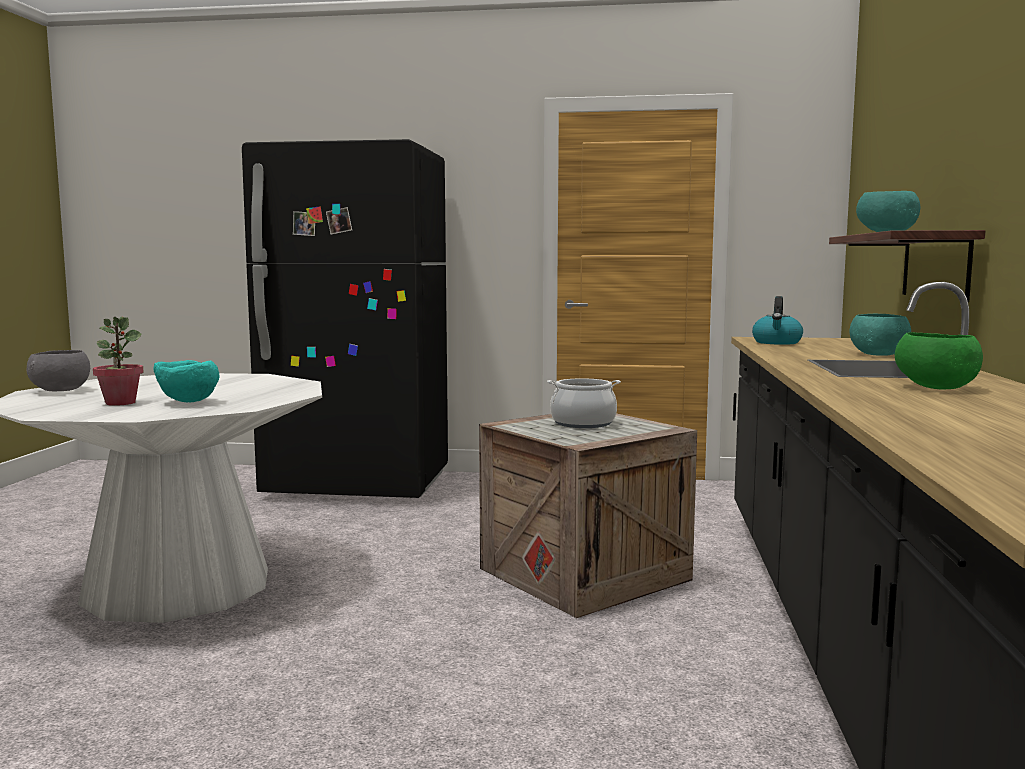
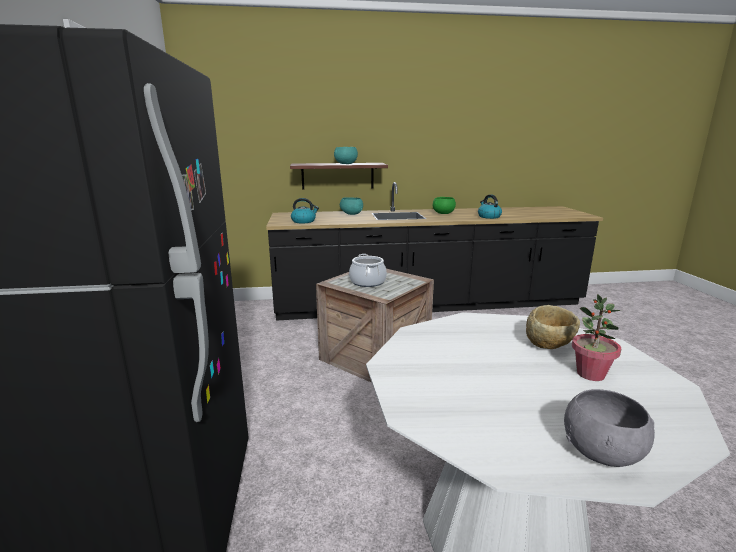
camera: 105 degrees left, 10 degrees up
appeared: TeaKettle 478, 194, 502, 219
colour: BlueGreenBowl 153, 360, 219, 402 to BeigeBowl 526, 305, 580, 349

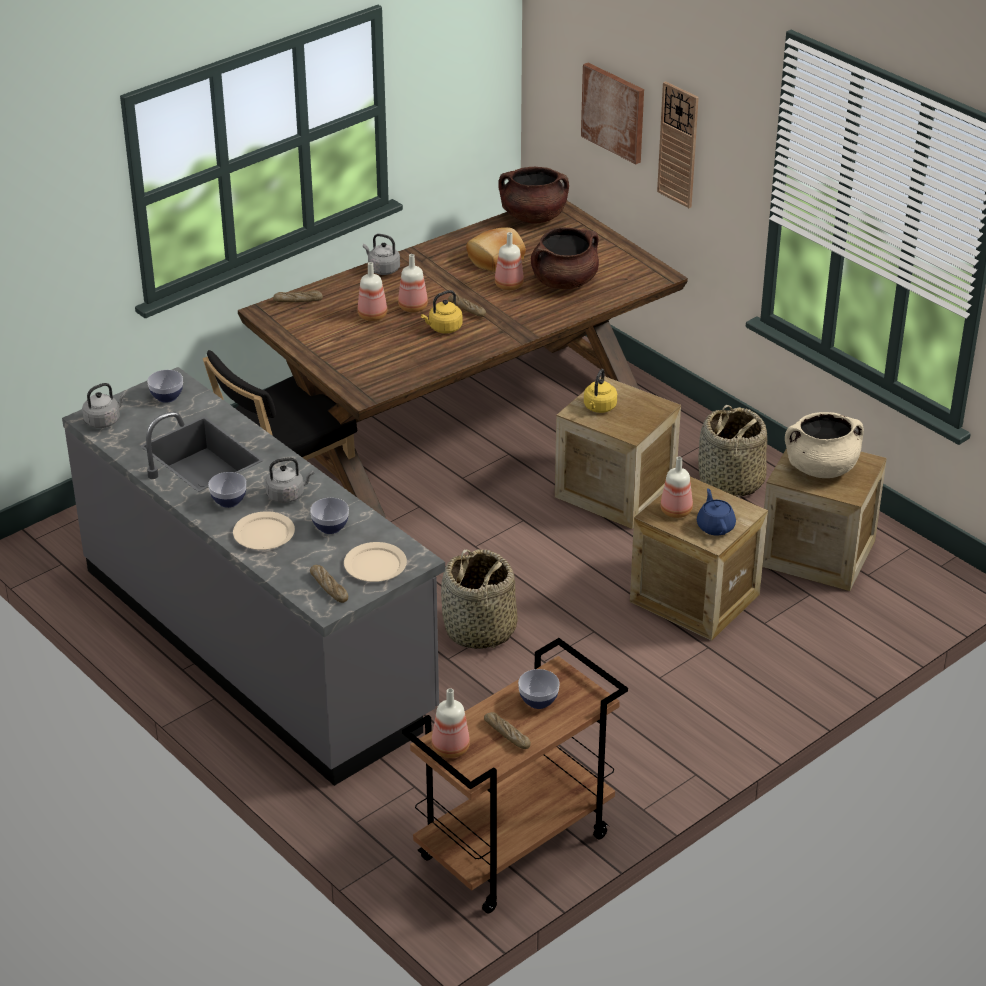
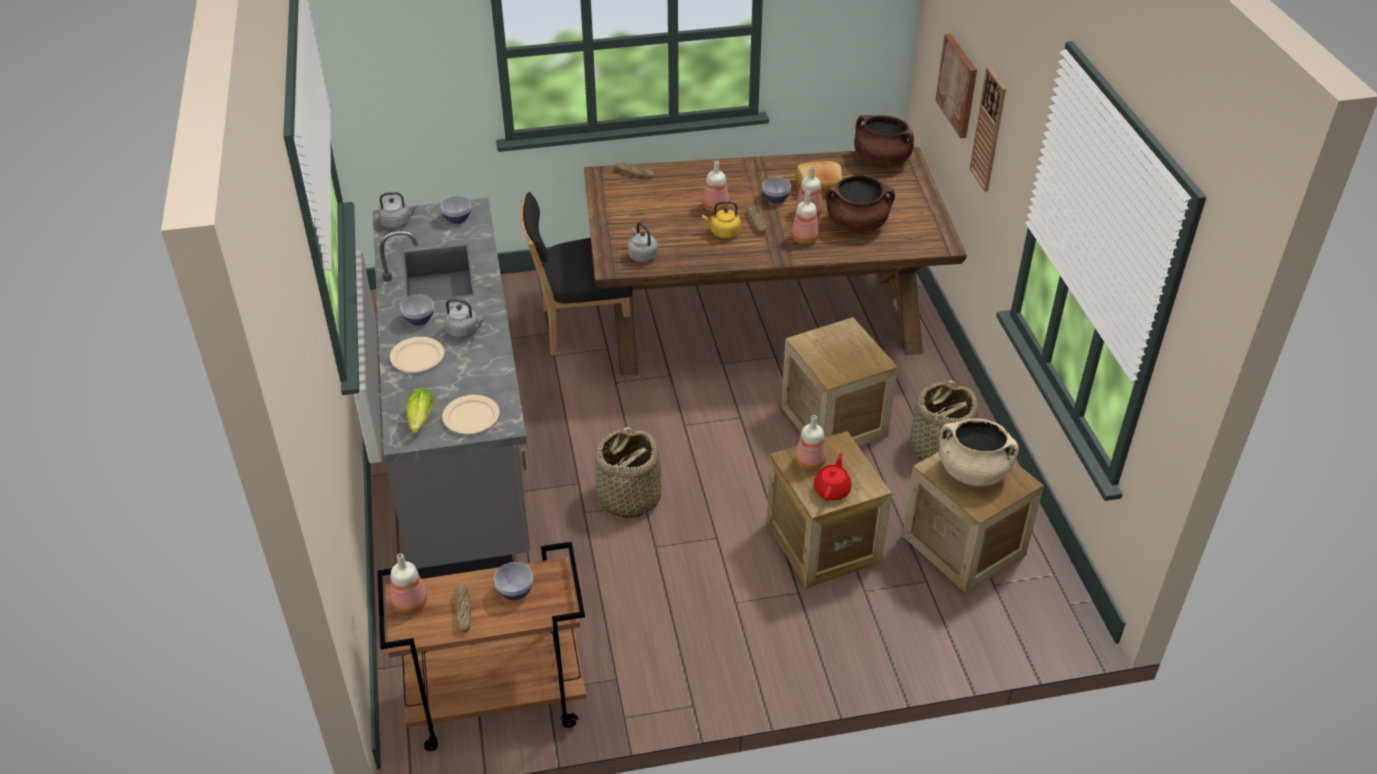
camera: 30 degrees right, 5 degrees up
missing: YellowTeaKettle 584, 369, 617, 413
relocated: Bowl 310, 498, 349, 534 to 762, 177, 791, 204; BeverageBottle 358, 262, 387, 321 to 792, 191, 819, 244; GrayTeaKettle 363, 234, 400, 275 to 628, 222, 658, 262
exchanged: BakedBread 310, 565, 348, 603 to HeadOfLettuce 406, 388, 434, 433
colour: BlueTeaPot 697, 488, 736, 535 to RedColouredTeaPot 814, 453, 851, 501

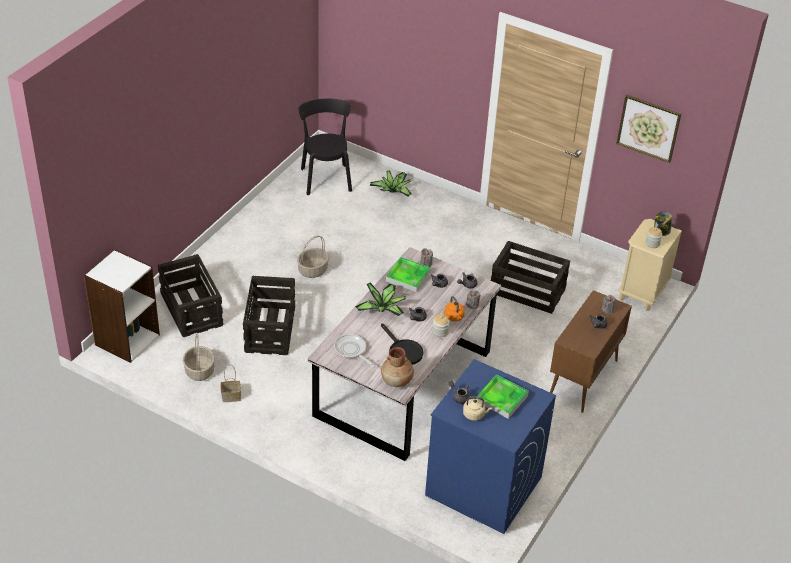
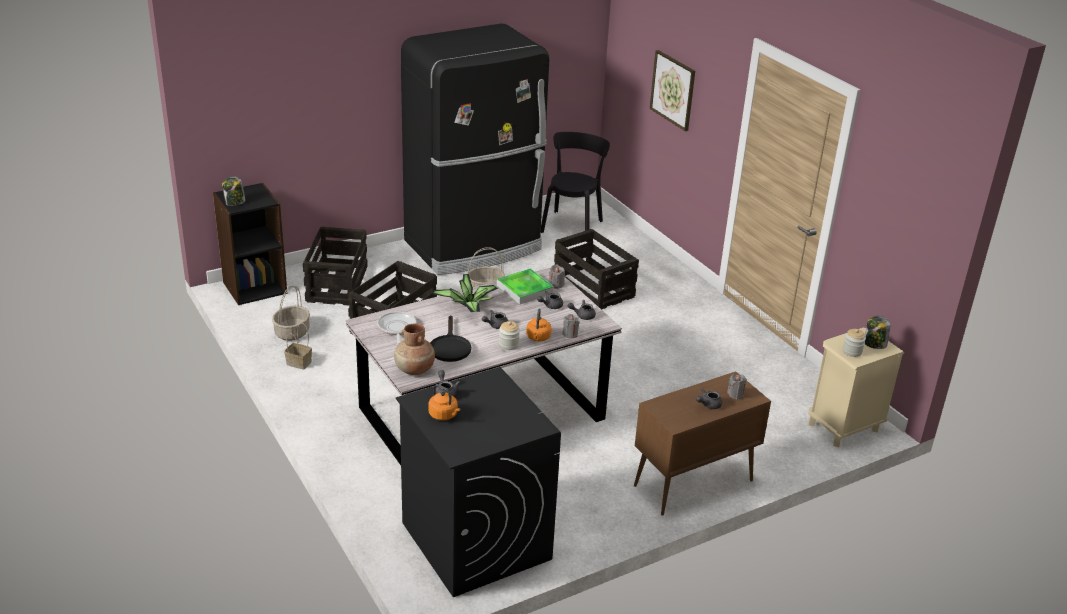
camera: 30 degrees right, 10 degrees down
missing: PlantInAPot 370, 171, 412, 196; Tray 476, 374, 529, 419
appeared: Jar 222, 176, 245, 206; BlackishKitchenFridge 401, 24, 549, 275
relocated: Crate 491, 241, 570, 314 to 554, 229, 639, 310; WallArt 616, 95, 682, 163 to 650, 50, 695, 131
colour: WhitishBookcase 84, 249, 160, 363 to BlackishBookcase 213, 183, 287, 305; BlueLaundryAppliance 425, 359, 556, 534 to BlackishLaundryAppliance 396, 367, 561, 597; BeigeTeaKettle 463, 396, 492, 421 to OrangeTeaKettle 428, 384, 460, 421

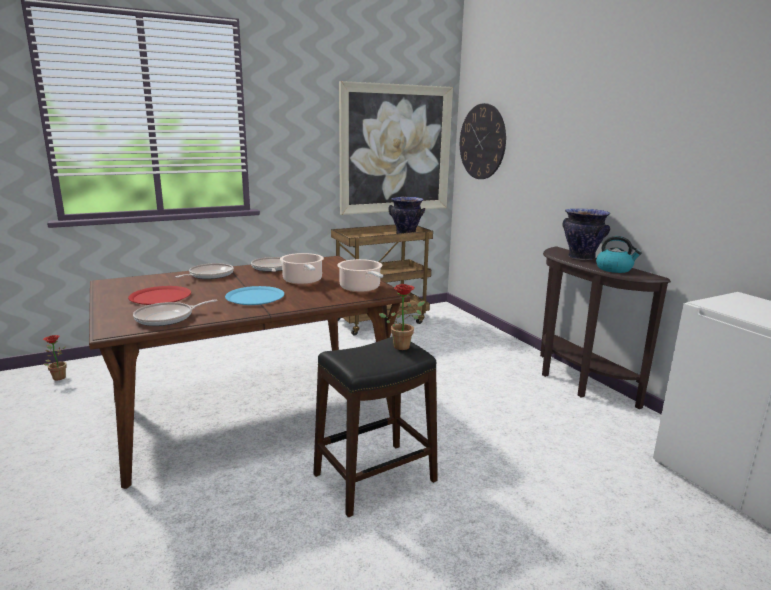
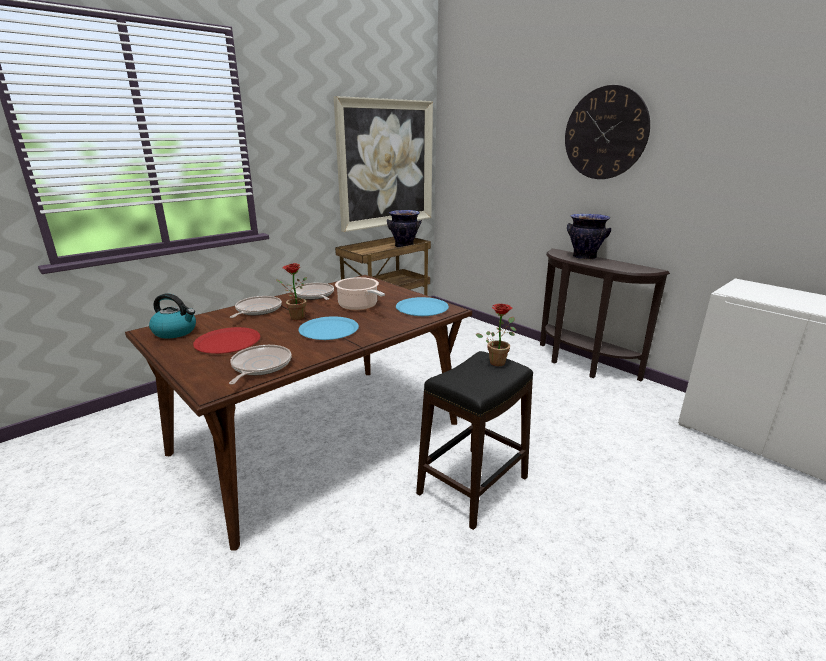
camera: 15 degrees left, 5 degrees up
relocated: PlantInAPot 43, 335, 67, 381 to 276, 263, 307, 320; WallClock 460, 103, 506, 179 to 565, 85, 650, 179; TeaKettle 596, 236, 642, 273 to 149, 294, 196, 339
exchanged: Saucepot 337, 259, 383, 292 to BlueDinnerPlate 396, 297, 449, 316
spun: Skillet 133, 299, 218, 326 = 229, 345, 292, 385 150 degrees clockwise

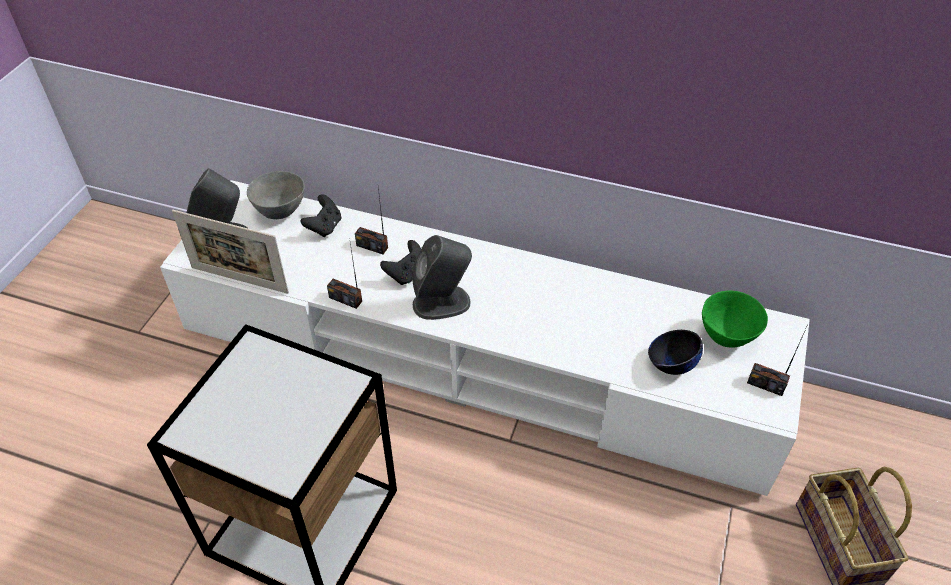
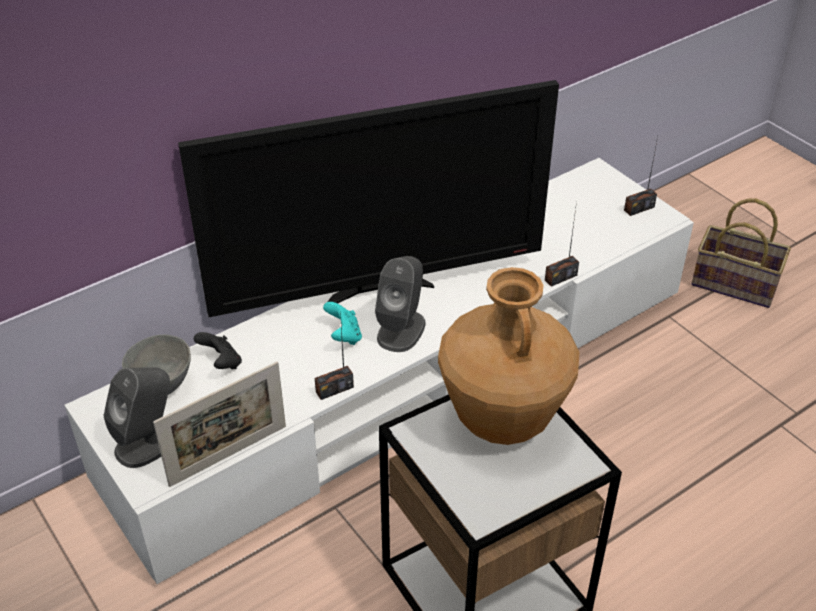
camera: 55 degrees left, 5 degrees down
missing: BlackishBowl 648, 330, 703, 375; GreenBowl 702, 290, 768, 348
appeared: Television 178, 80, 559, 317; BrownishFlowerVase 438, 267, 580, 445
relocated: RadioSet 355, 188, 388, 254 to 545, 201, 579, 287
colour: BlackishGameController 380, 240, 421, 285 to BlueGreenGameController 323, 302, 362, 345

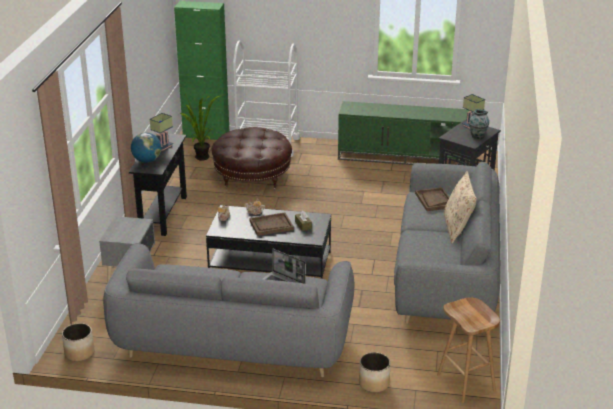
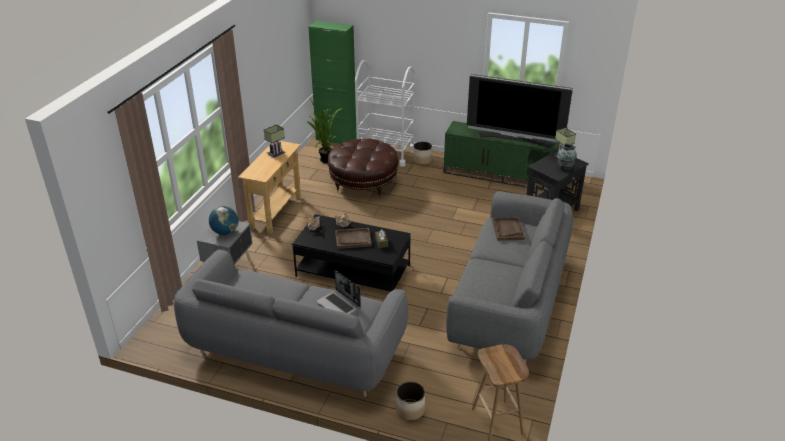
camera: 10 degrees right, 5 degrees up
missing: BeigeThrowPillow 444, 171, 477, 244
appeared: Television 467, 74, 573, 148
relocated: FlowerPot 62, 323, 94, 361 to 413, 142, 432, 165; Globe 131, 132, 161, 163 to 209, 206, 239, 235
colour: BlackishConsoleTable 129, 133, 187, 236 to BeigeConsoleTable 238, 141, 301, 234

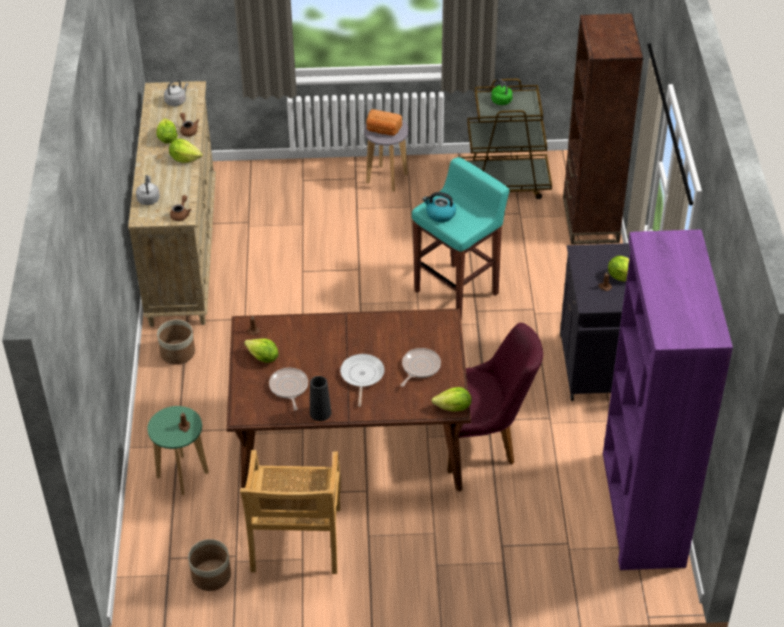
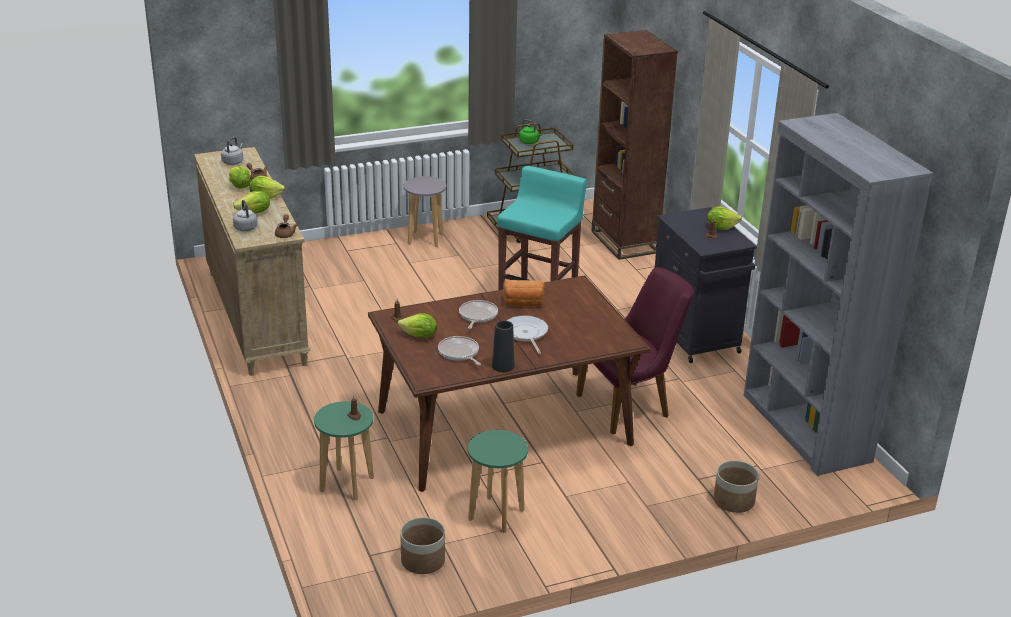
camera: 20 degrees left, 15 degrees down
missing: TeaKettle 422, 192, 456, 222
relocated: FlowerPot 157, 320, 195, 365 to 714, 460, 759, 513; BakedBread 366, 109, 402, 136 to 503, 280, 544, 306; Skillet 401, 348, 441, 387 to 459, 300, 498, 329; HeadOfLettuce 431, 387, 471, 412 to 233, 191, 270, 213
exchanged: BeigeChair 240, 450, 341, 574 to GreenStoolSeat 468, 430, 528, 533
colour: PurpleBookcase 603, 229, 733, 570 to GrayBookcase 744, 113, 933, 476

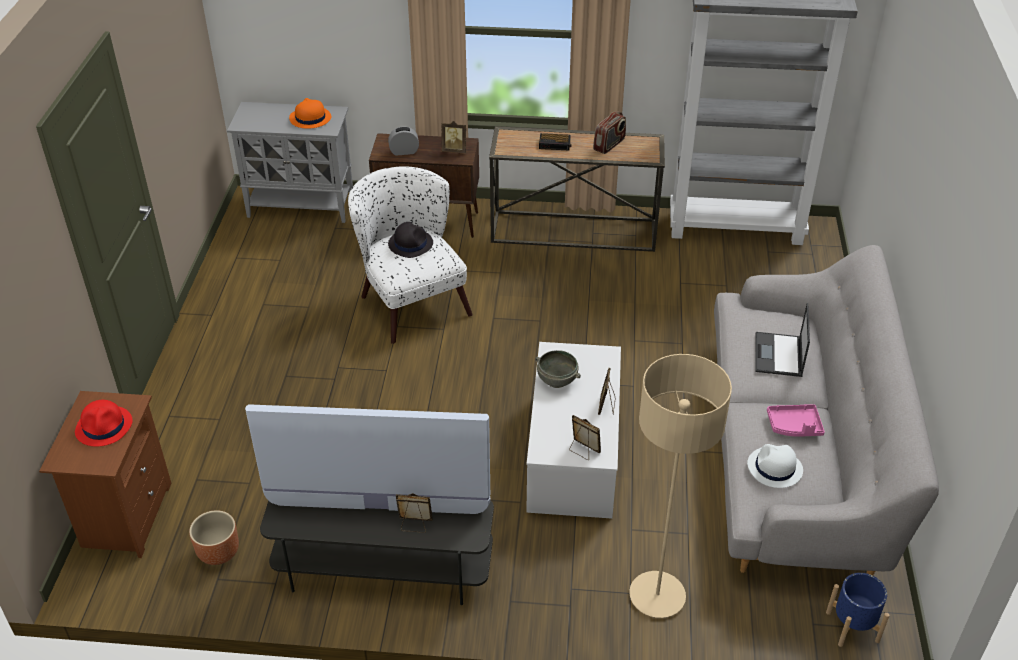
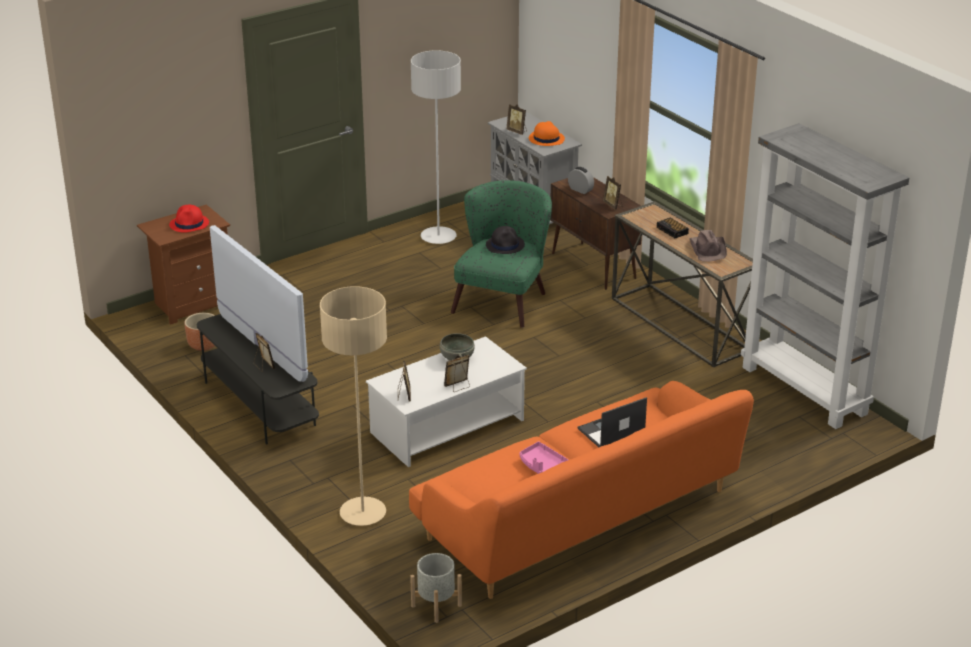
camera: 50 degrees right, 10 degrees down
missing: WhitishWearableHat 747, 444, 803, 488
appeared: GrayStandingLamp 411, 50, 461, 244; StandingFrame 506, 104, 527, 135
exchanged: RadioSet 593, 111, 626, 154 to BrownishWearableHat 689, 230, 727, 262
colour: WhitishLoungeChair 348, 166, 473, 344 to GreenLoungeChair 451, 180, 552, 328; GraySettee 714, 245, 939, 576 to OrangeSettee 409, 381, 754, 599; BlueFlowerPot 826, 573, 890, 647 to GrayFlowerPot 410, 553, 462, 623

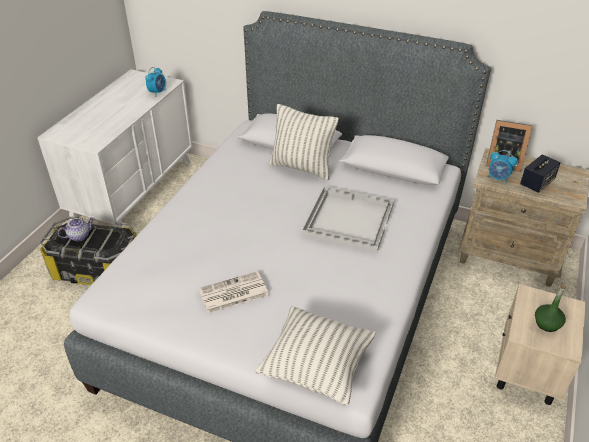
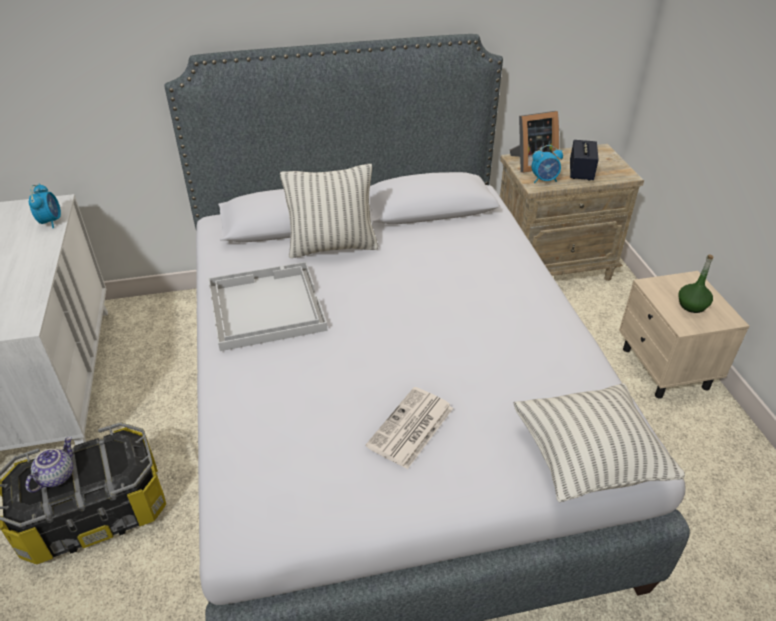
camera: 35 degrees left, 0 degrees up
relocated: WhitishTray 302, 186, 394, 253 to 208, 262, 328, 351

